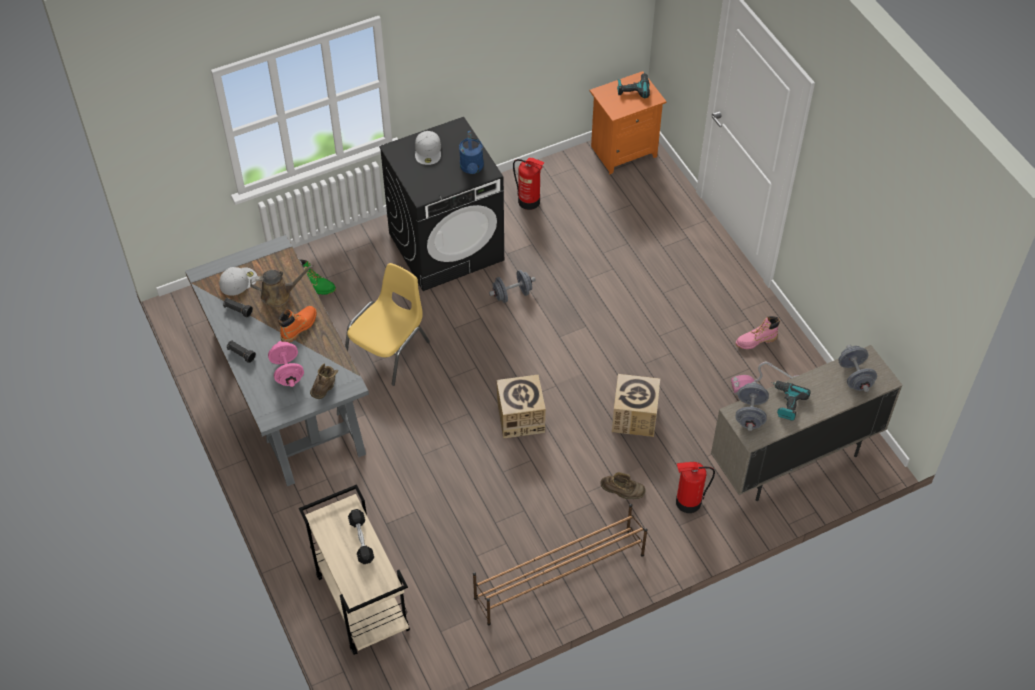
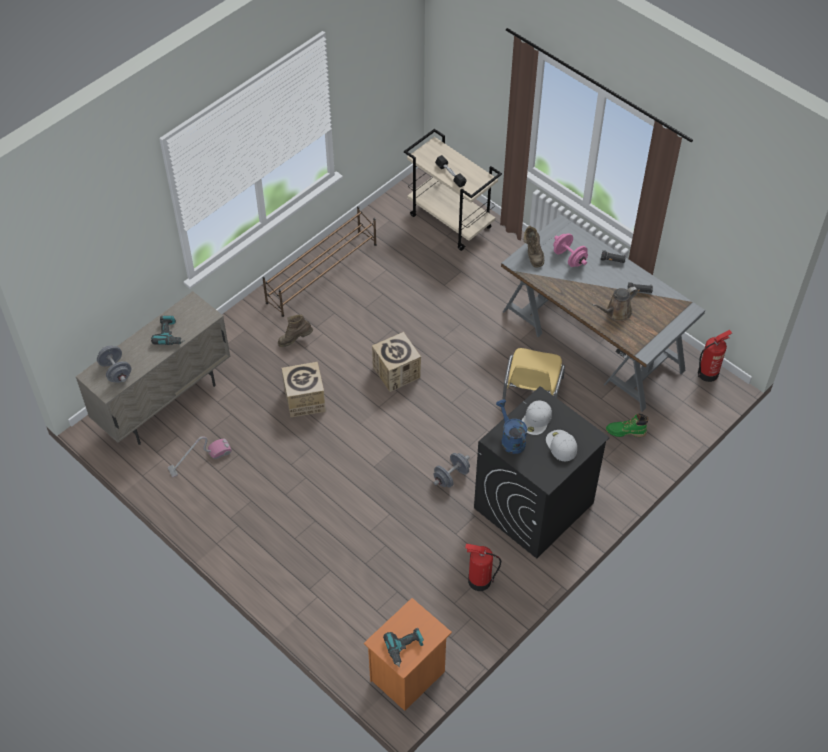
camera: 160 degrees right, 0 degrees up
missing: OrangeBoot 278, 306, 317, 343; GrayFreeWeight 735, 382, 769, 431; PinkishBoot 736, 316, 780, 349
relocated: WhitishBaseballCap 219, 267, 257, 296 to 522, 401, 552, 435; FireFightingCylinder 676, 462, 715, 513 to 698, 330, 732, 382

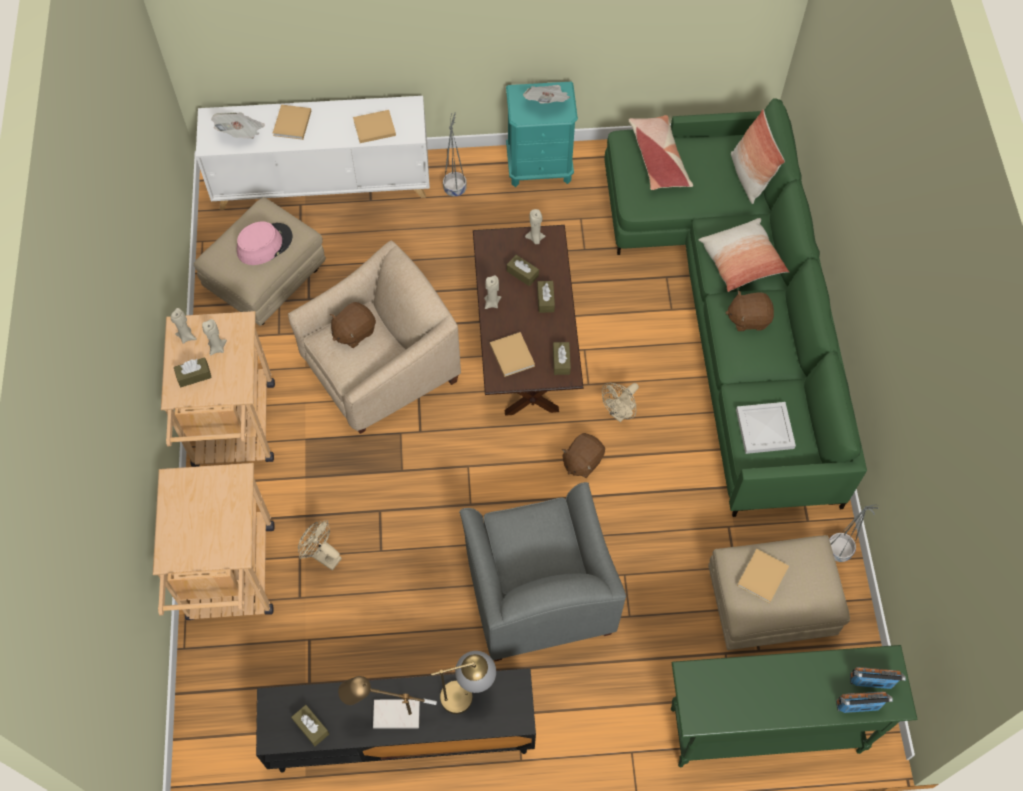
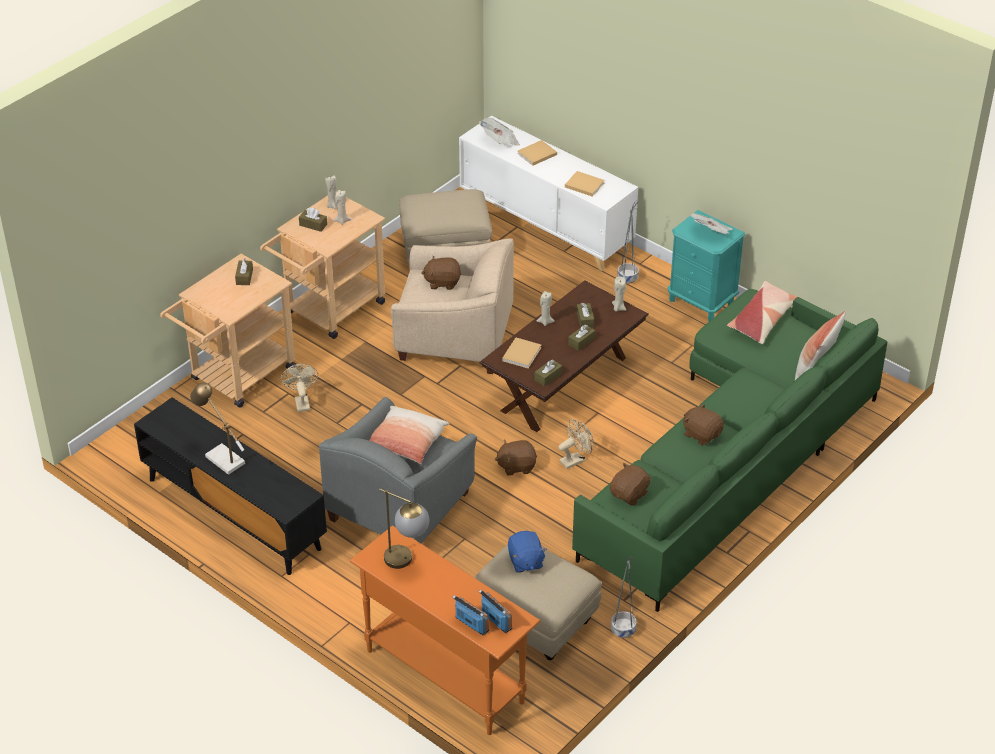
camera: 45 degrees right, 20 degrees down
missing: PinkishWearableHat 237, 221, 292, 265
relocated: BrownishBoxOfTissues 291, 705, 329, 746 to 235, 258, 253, 285; LampForATable 431, 651, 496, 714 to 379, 488, 429, 569; ThrowPillow 699, 218, 789, 292 to 369, 406, 449, 464
exchanged: WhitishTray 736, 402, 796, 454 to BrownishPlushToy 610, 463, 652, 505; BeigeBook 737, 549, 789, 603 to BluePlushToy 508, 531, 547, 573
colour: GreenConsoleTable 671, 645, 917, 767 to OrangeConsoleTable 350, 525, 540, 735
spun: BeigeElectricFan 602, 383, 639, 422 = 558, 419, 594, 469 150 degrees clockwise

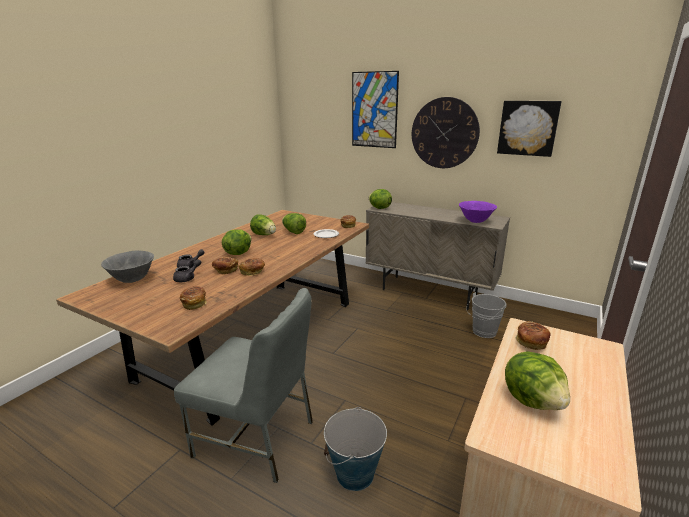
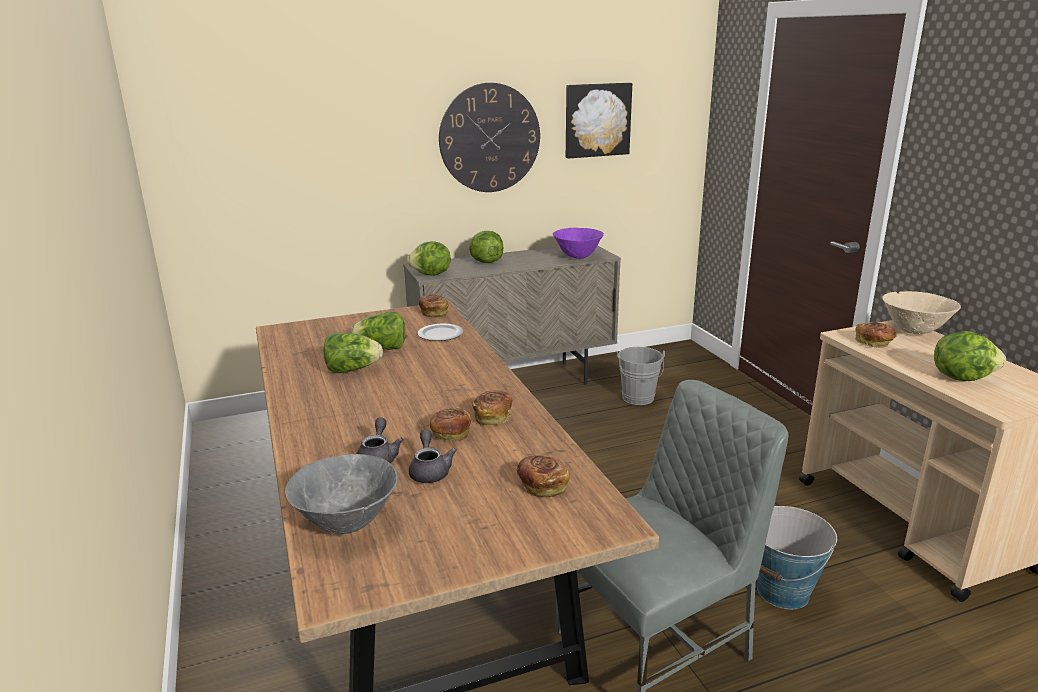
camera: 50 degrees left, 0 degrees up
missing: WallArt 352, 71, 399, 148
appeared: BeigeBowl 882, 291, 961, 334
relocated: HeadOfLettuce 222, 229, 252, 255 to 469, 231, 504, 263

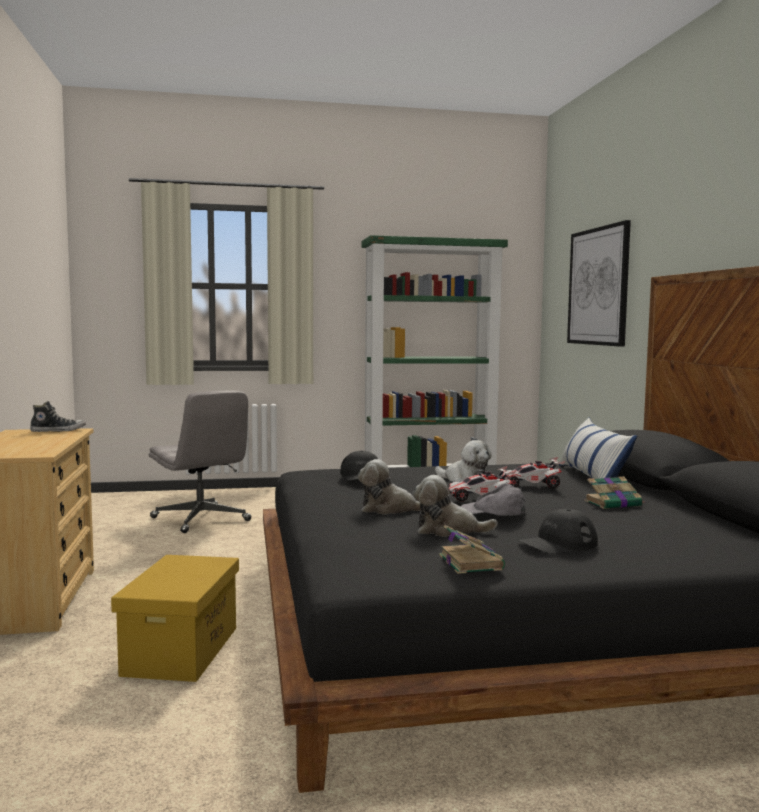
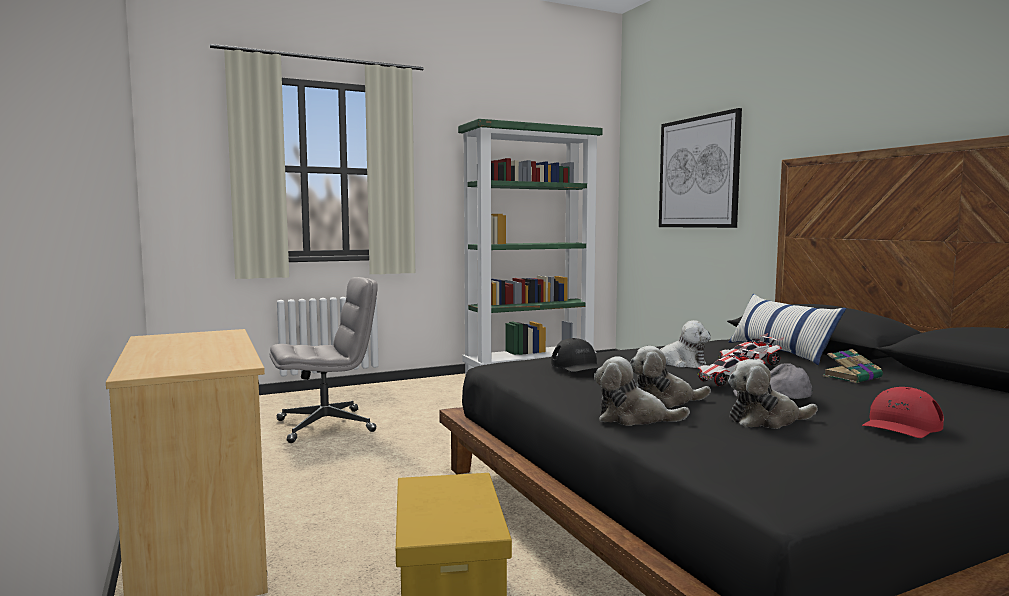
camera: 15 degrees left, 0 degrees up
missing: ItemOfFootwear 30, 401, 86, 432; Book 439, 525, 505, 574
appeared: PlushToy 594, 356, 690, 426
colour: BlackishBaseballCap 518, 509, 598, 554 to RedColouredBaseballCap 862, 387, 944, 438
spun: GrayOfficeChair 149, 390, 252, 533 = 270, 277, 378, 443 60 degrees counterclockwise

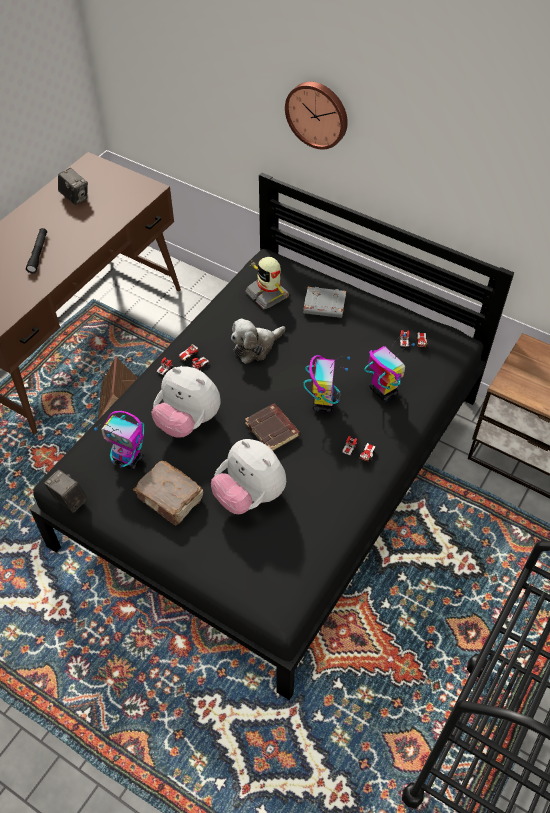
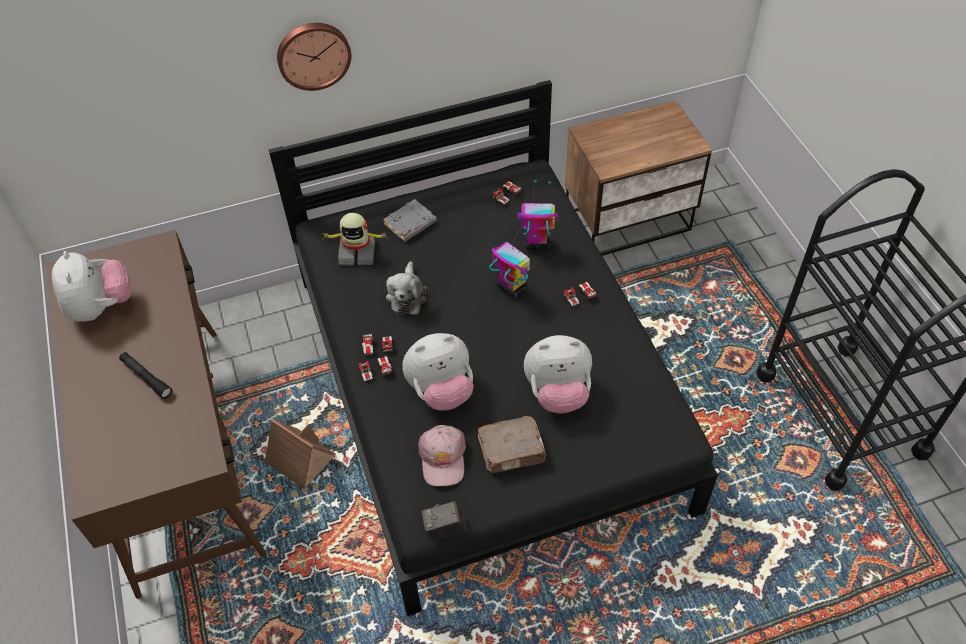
camera: 50 degrees left, 0 degrees up
missing: BrownishBook 245, 404, 300, 451
exchanged: PhotoCamera 58, 168, 88, 205 to PlushToy 52, 251, 131, 322; ToyRobot 94, 411, 144, 470 to PinkishBaseballCap 418, 425, 466, 487

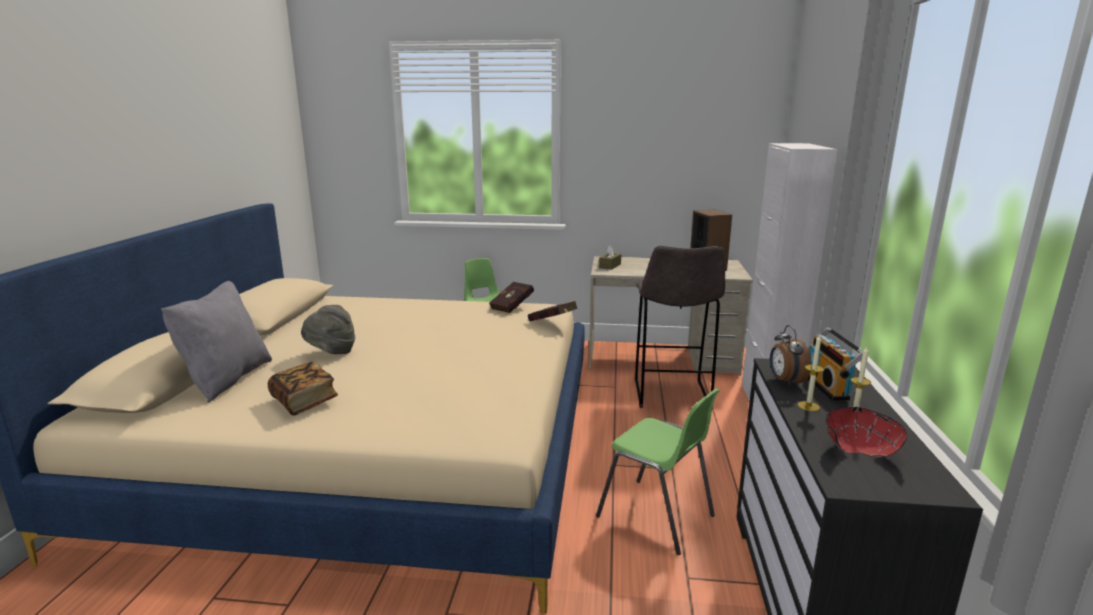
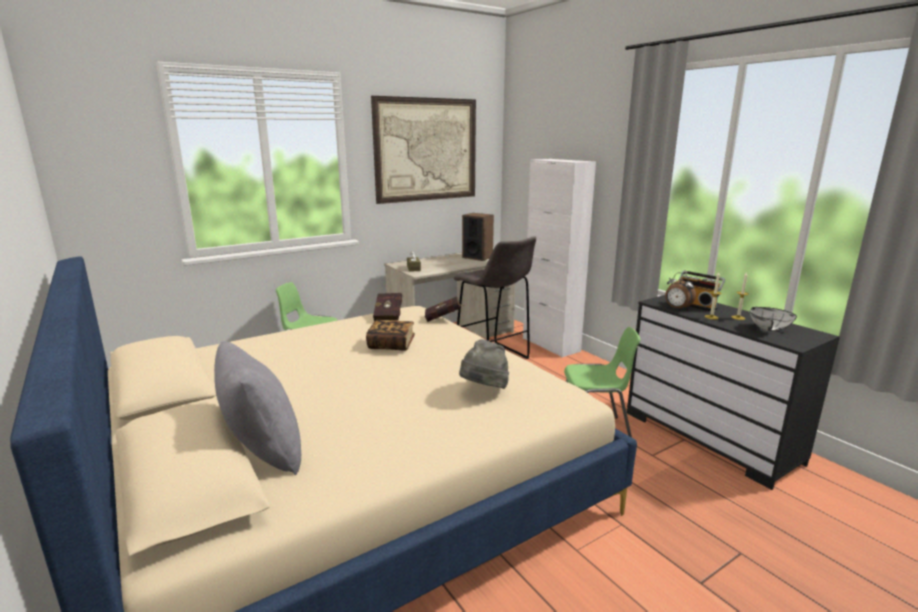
camera: 40 degrees left, 0 degrees up
appeared: WallArt 371, 96, 476, 204
relocated: Book 268, 362, 338, 416 to 366, 320, 415, 351; GrayWearableHat 301, 305, 355, 354 to 459, 339, 509, 389
colour: RedColouredBowl 826, 407, 907, 457 to WhitishBowl 750, 307, 797, 332

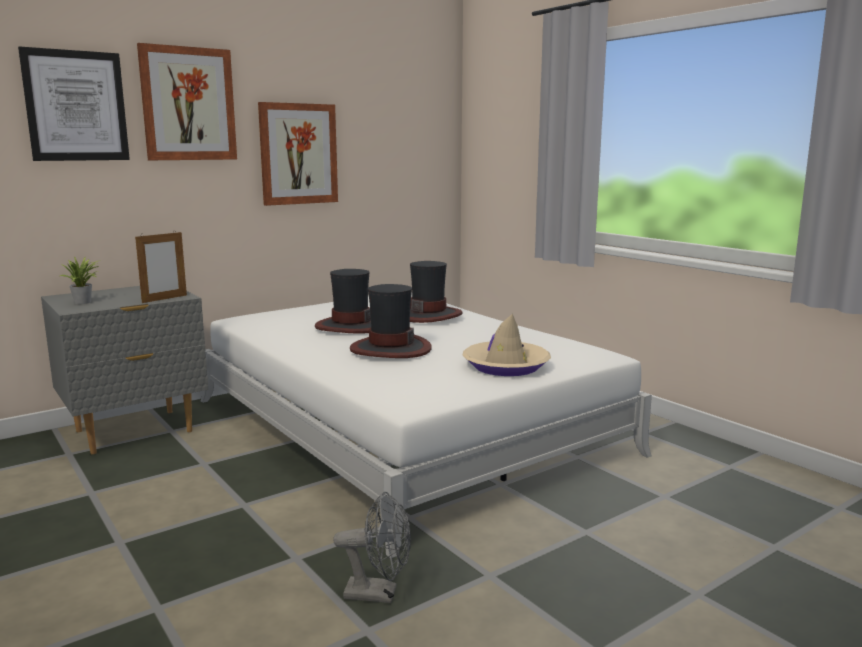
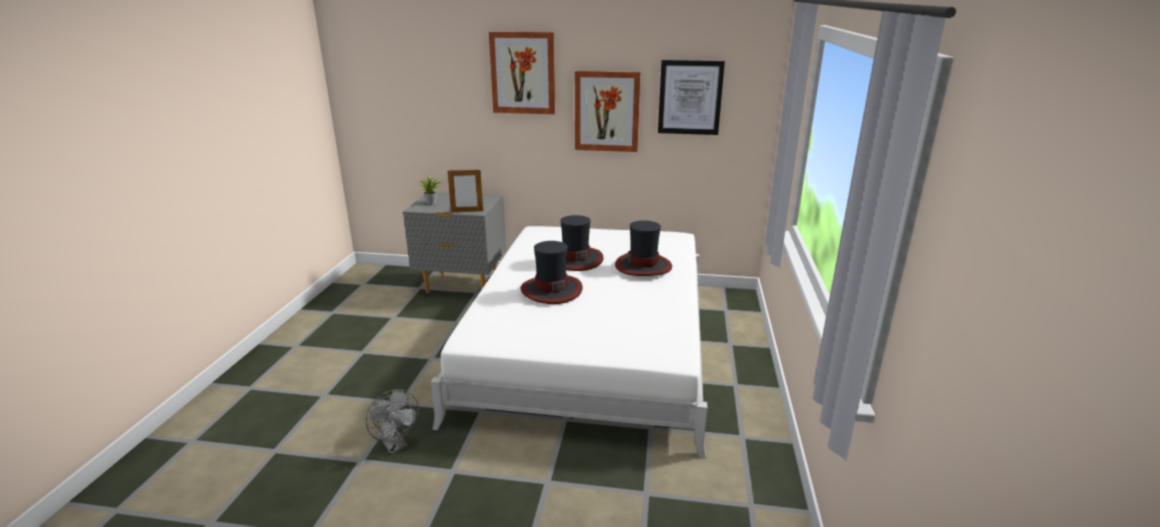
camera: 45 degrees right, 10 degrees up
missing: BeigeWearableHat 463, 314, 551, 376
relocated: WallArt 18, 46, 130, 161 to 658, 60, 725, 135

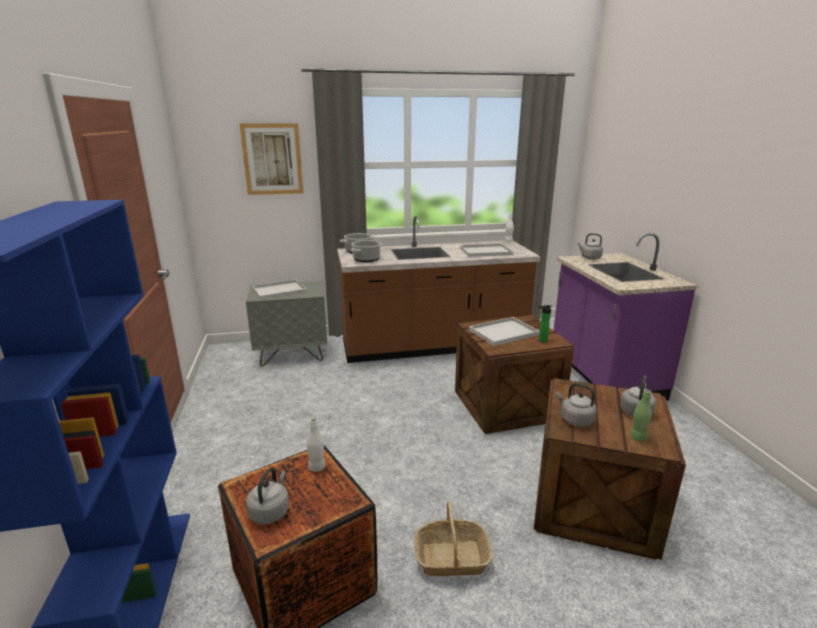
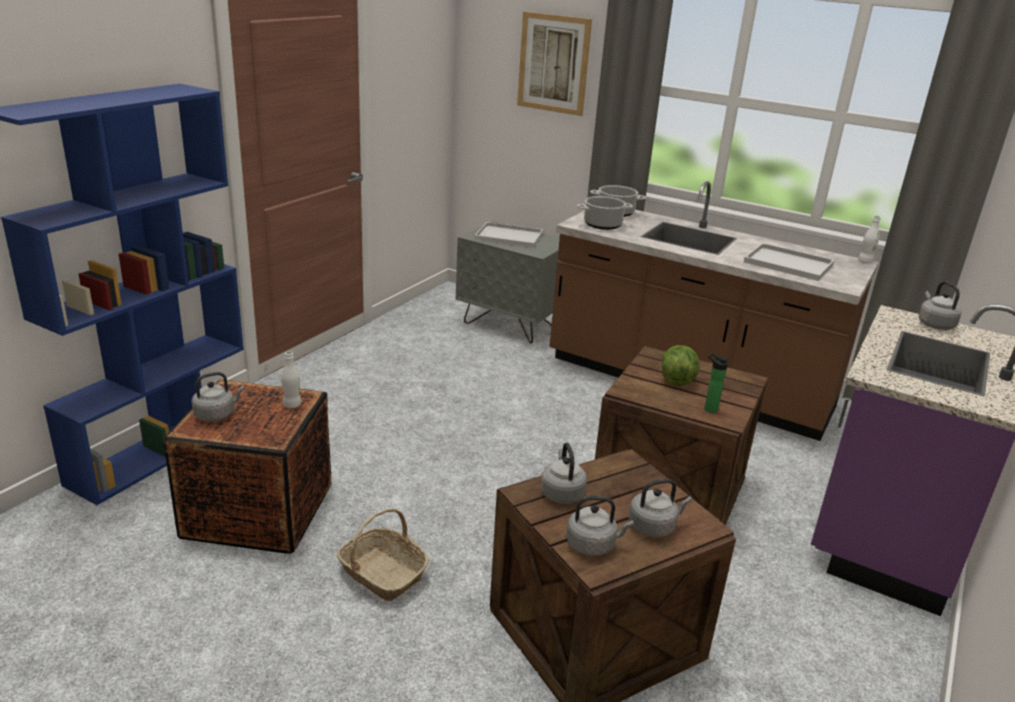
camera: 40 degrees right, 5 degrees up
exchanged: WhitishTray 469, 317, 540, 346 to HeadOfLettuce 662, 345, 699, 386; GreenBeverageBottle 630, 389, 652, 441 to GrayTeaKettle 566, 496, 634, 556

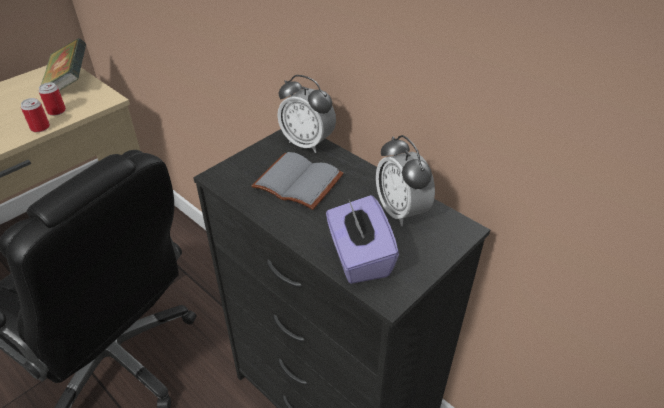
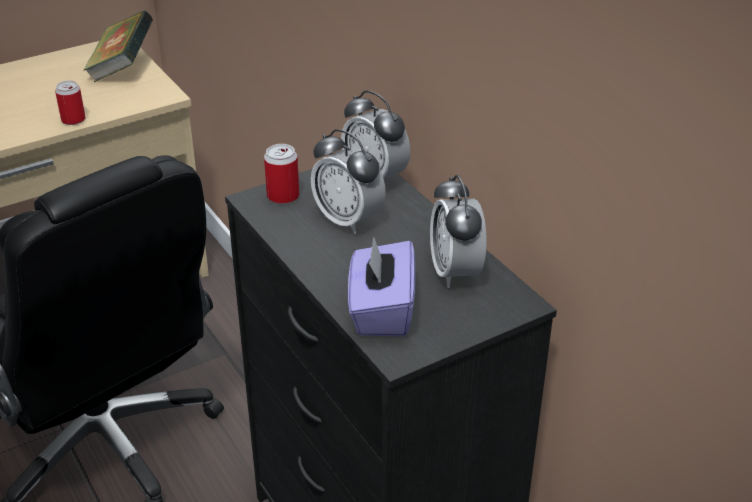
camera: 15 degrees right, 5 degrees down
relocated: Can 39, 82, 66, 116 to 264, 144, 299, 204
exchanged: GrayBook 251, 152, 344, 210 to TableClock 311, 129, 386, 234

